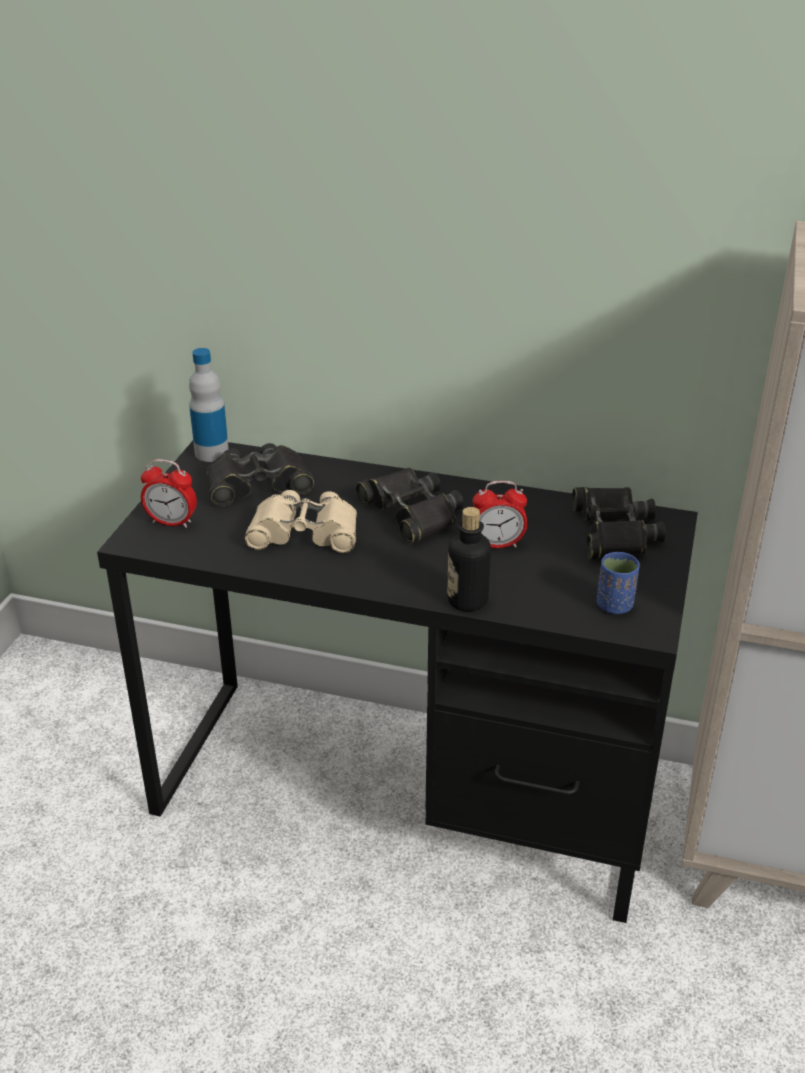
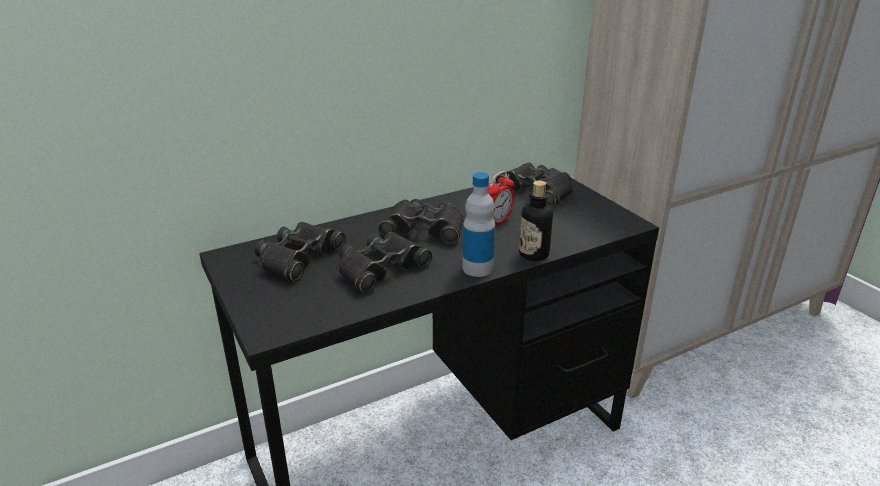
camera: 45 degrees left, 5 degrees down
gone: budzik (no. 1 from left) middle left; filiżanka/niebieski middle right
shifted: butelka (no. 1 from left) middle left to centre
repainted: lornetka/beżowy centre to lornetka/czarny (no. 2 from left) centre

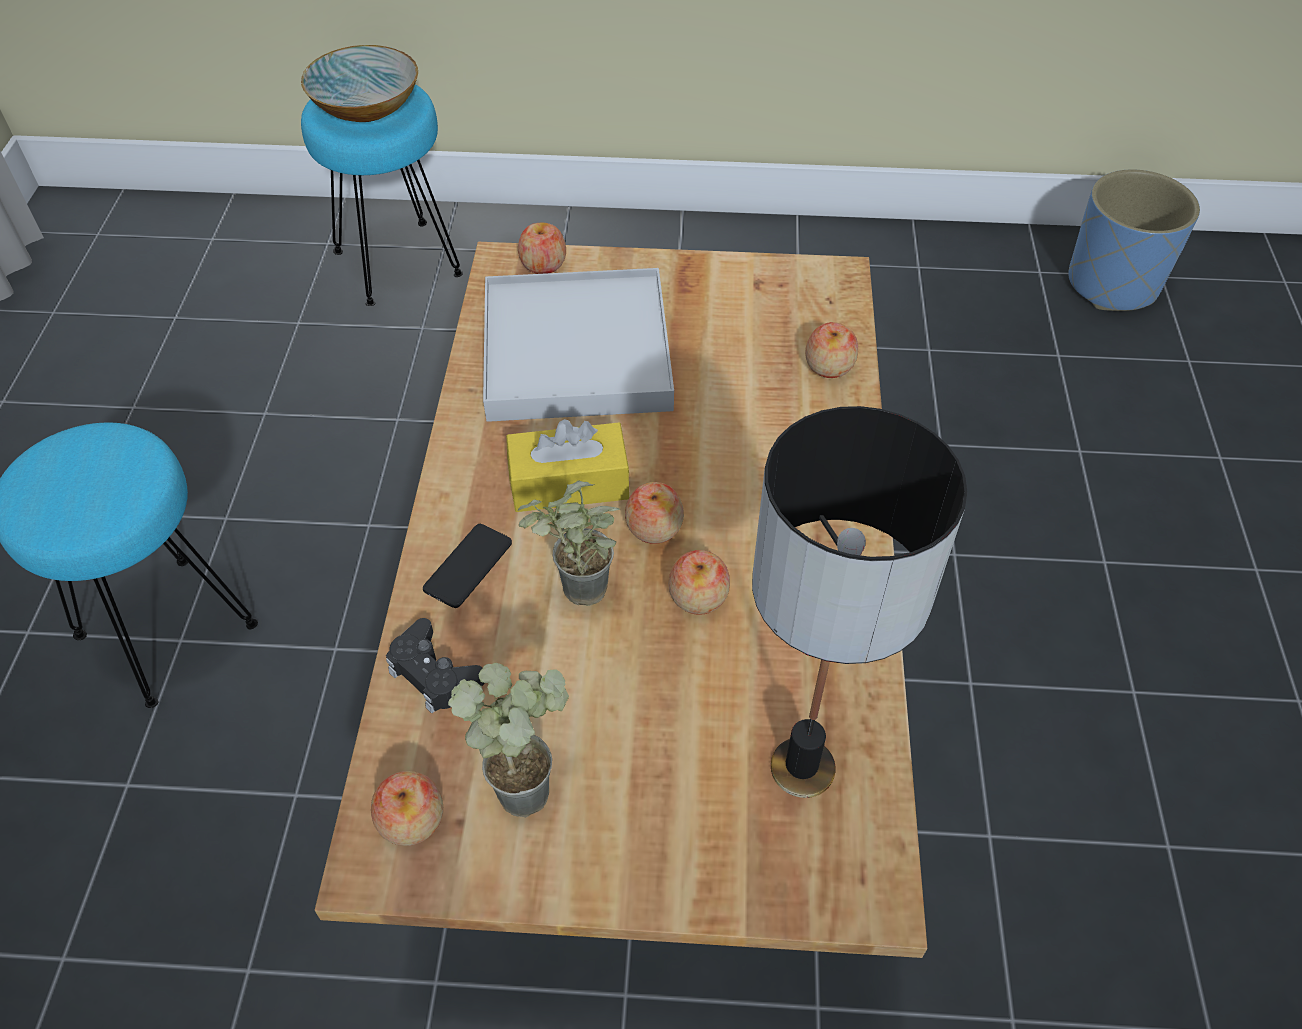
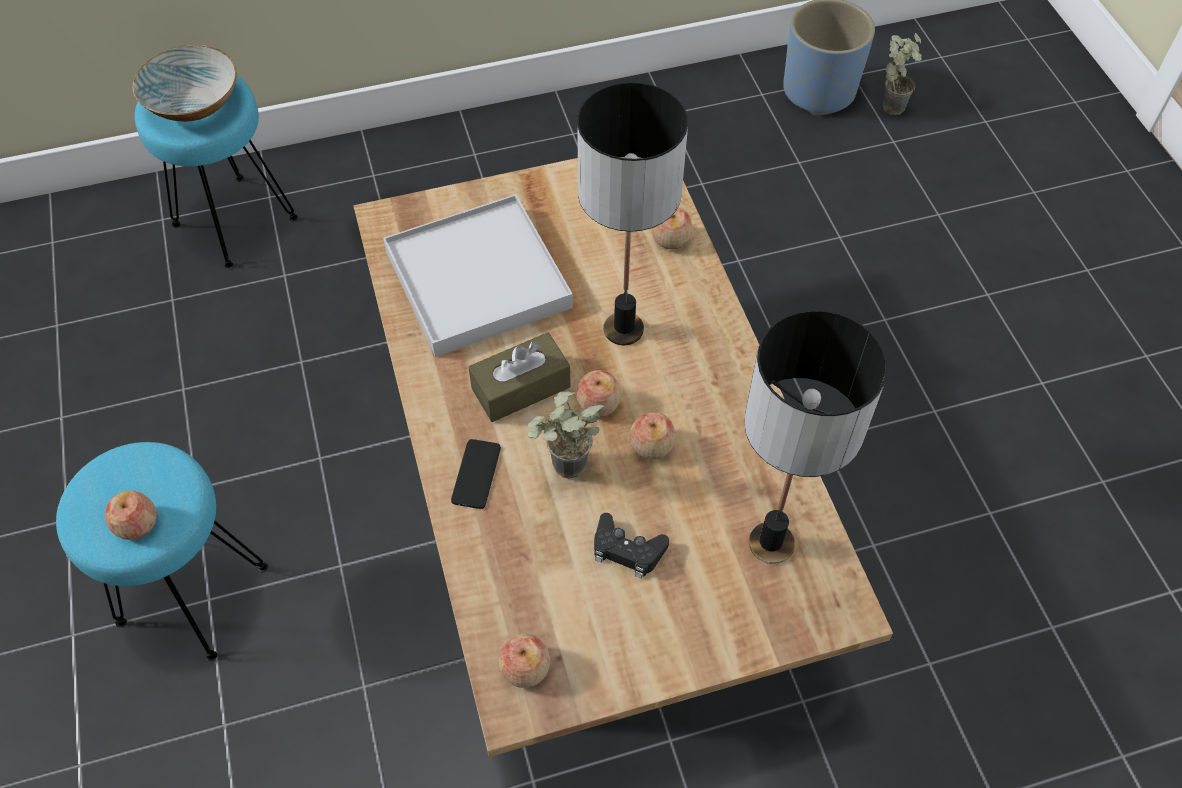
camera: 20 degrees left, 5 degrees up
new: lampa stołowa (no. 1 from left) top centre
shifted: pad do gier/czarny centre to bottom centre; roślina doniczkowa (no. 1 from left in the first image) bottom centre to roślina doniczkowa (no. 2 from left) top right; jabłko (no. 2 from left in the first image) top centre to jabłko (no. 1 from left) middle left
repainted: pudełko chusteczek/żółty centre to pudełko chusteczek/brązowy centre

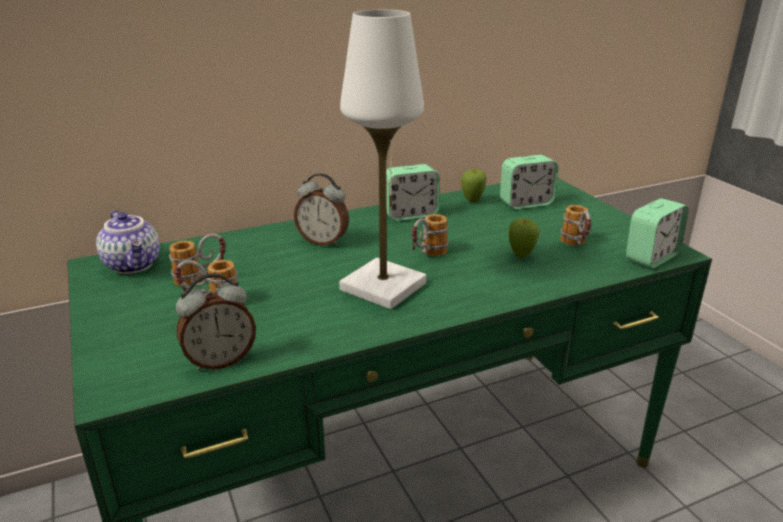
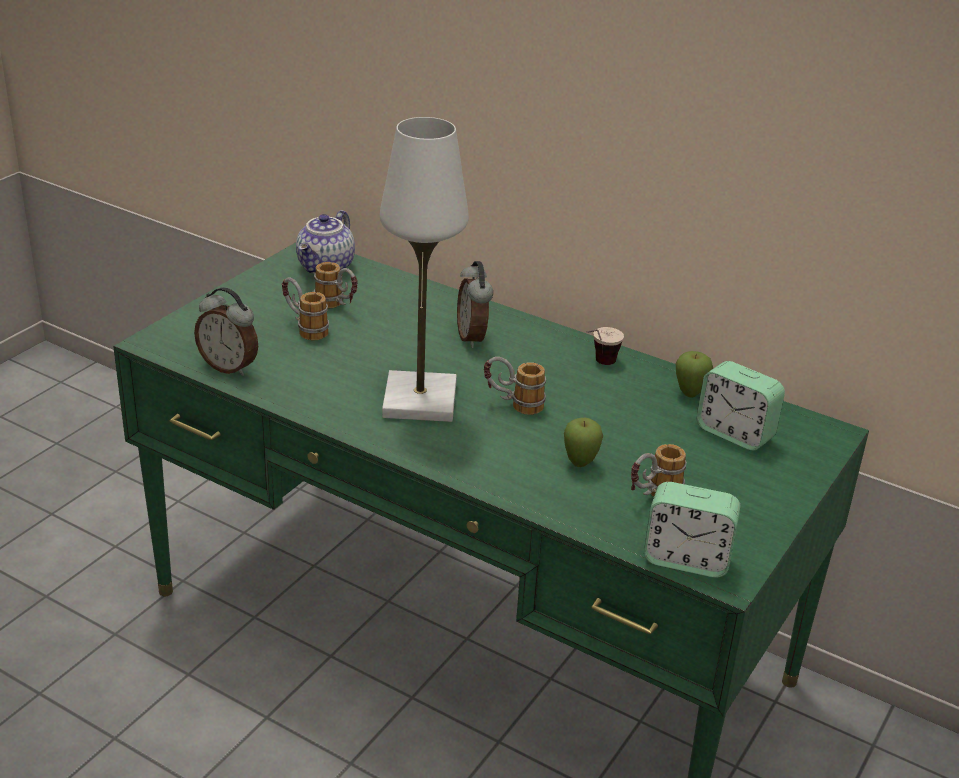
camera: 55 degrees right, 5 degrees up
swapped: budzik (no. 3 from left) centre to filiżanka centre

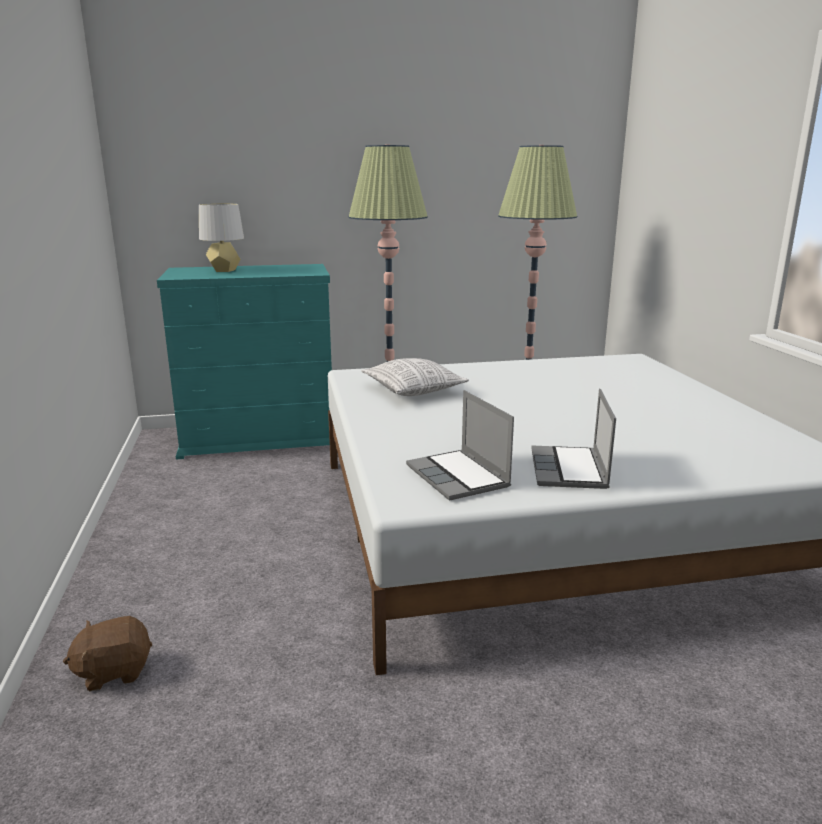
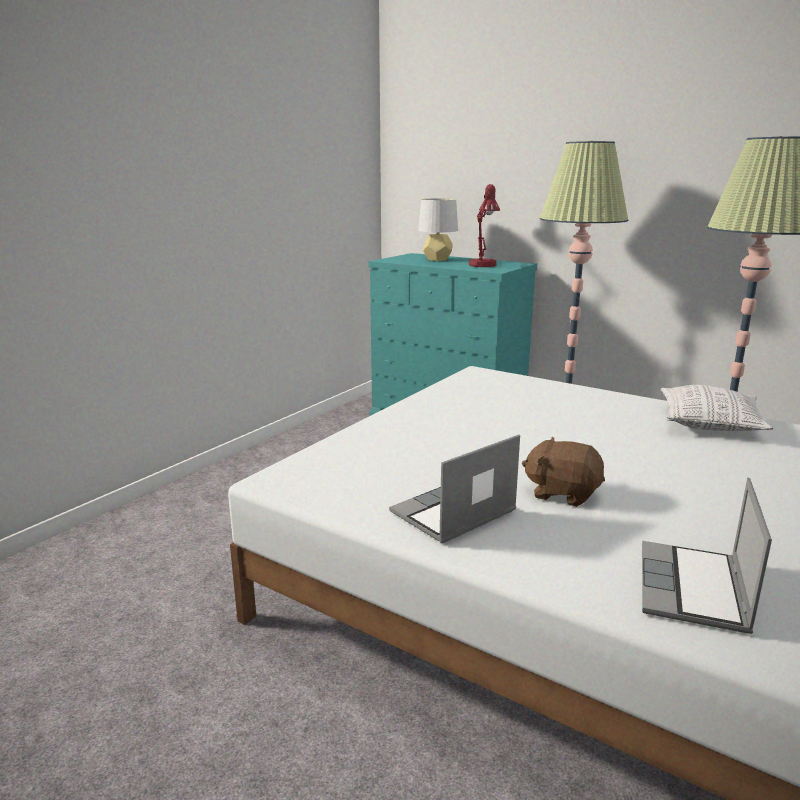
camera: 45 degrees right, 0 degrees up
new: lampa stołowa/czerwony top centre
shifted: pluszak/brązowy bottom left to middle right; poduszka centre to middle right; laptop (no. 1 from left in the first image) centre to laptop (no. 2 from left) bottom right

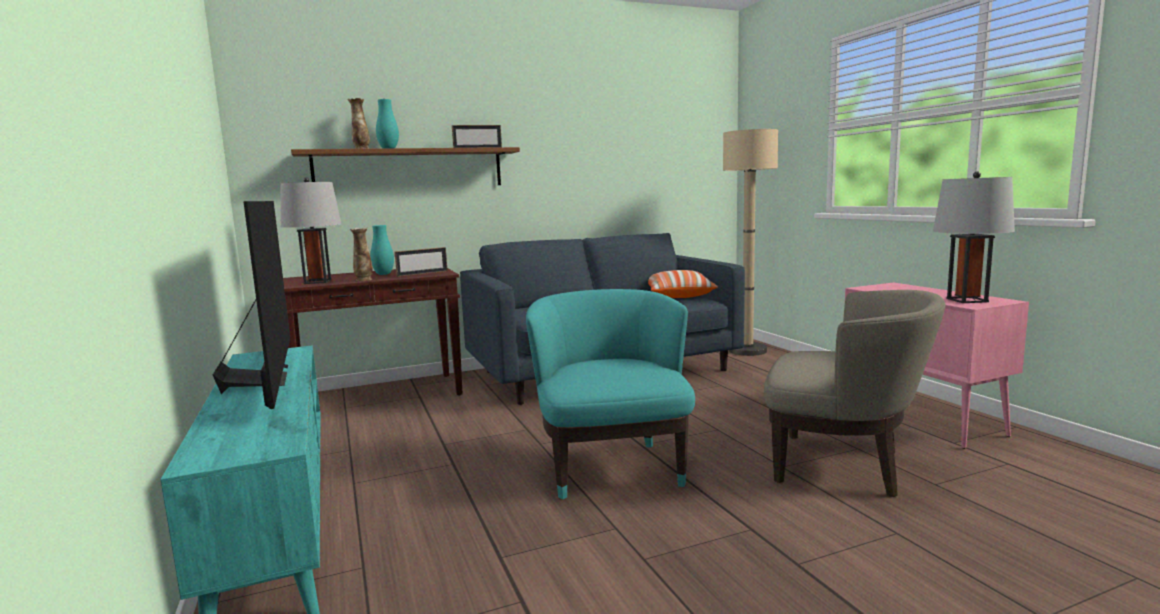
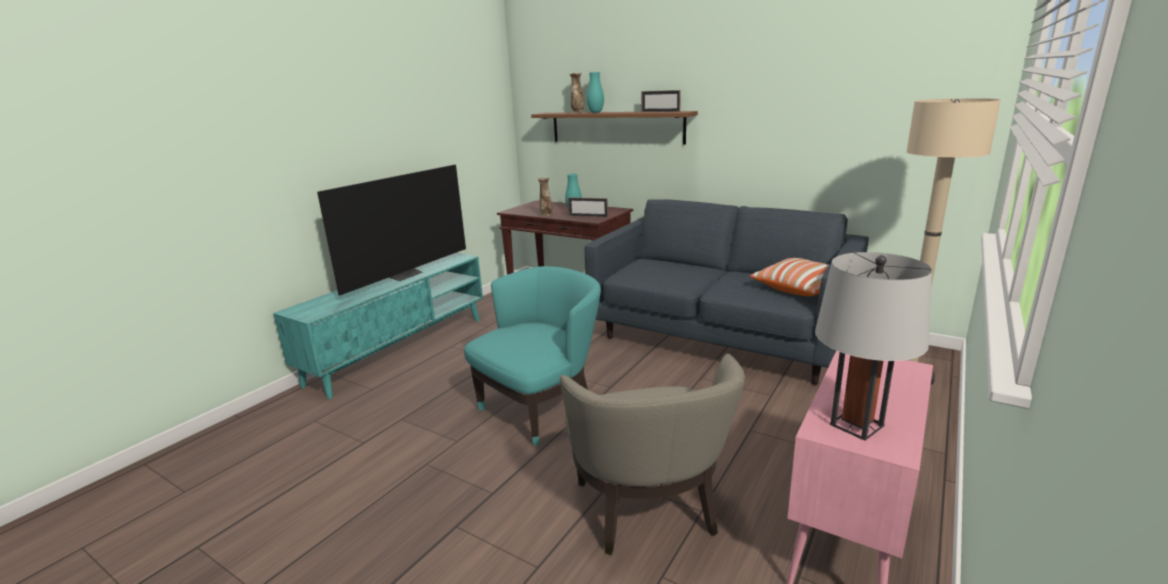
camera: 55 degrees right, 10 degrees up
gone: lampa stołowa/szary (no. 1 from left) middle left

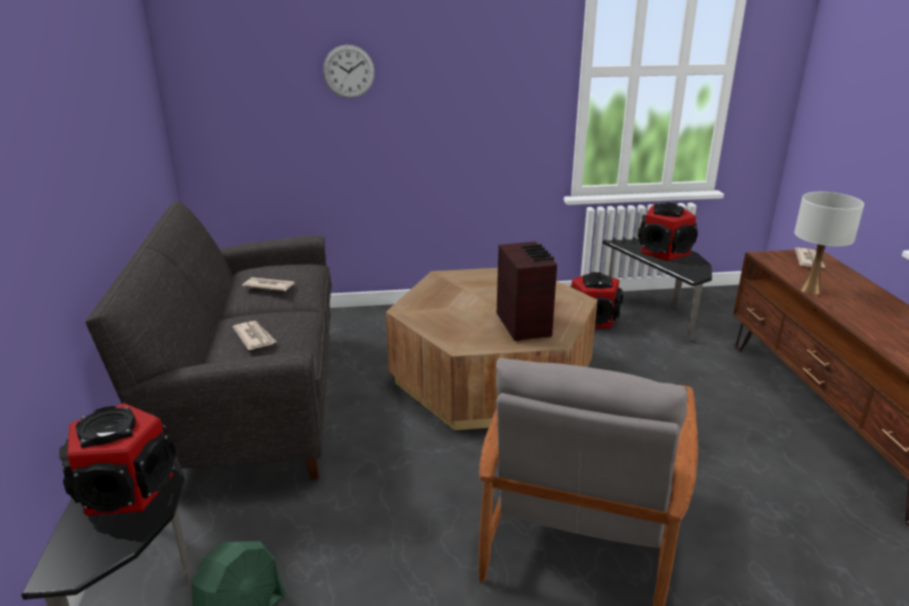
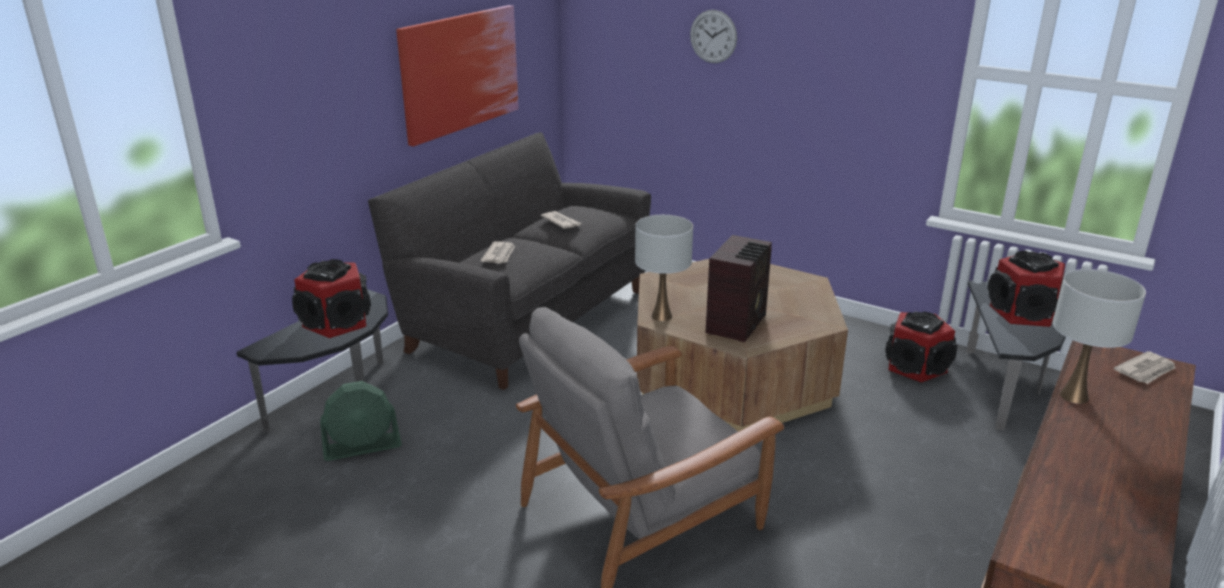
camera: 40 degrees right, 0 degrees up
new: obraz top centre; lampa stołowa/biały (no. 1 from left) centre

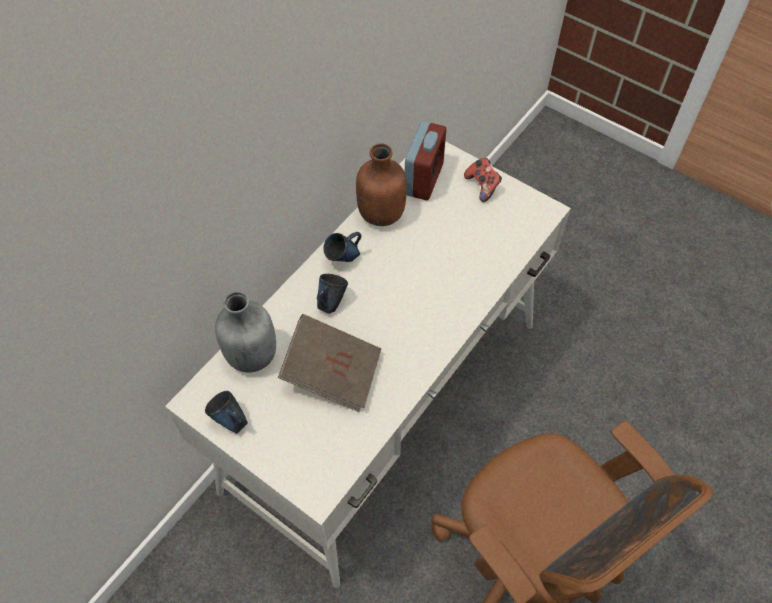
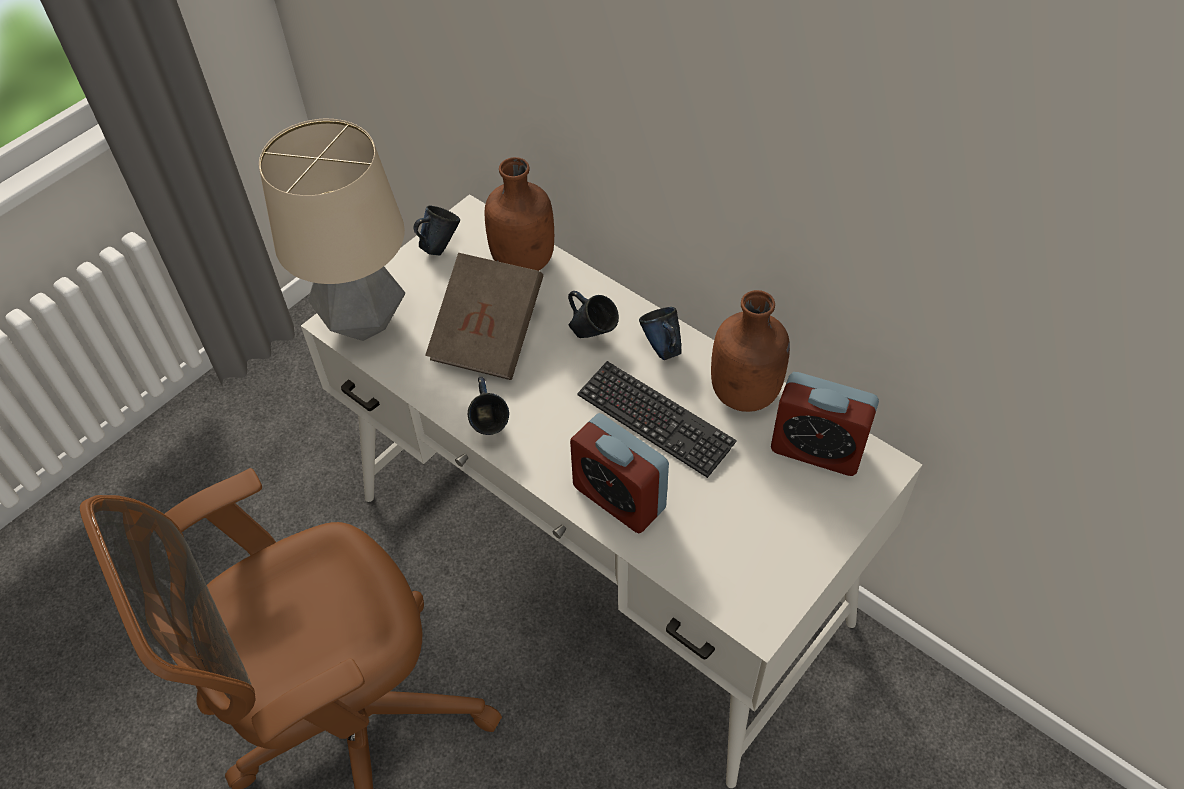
camera: 95 degrees right, 5 degrees down
gone: pad do gier top centre
new: lampa stołowa top left; kubek/niebieski (no. 2 from left) centre; budzik (no. 1 from left) centre; klawiatura centre
repainted: butelka/szary middle left to butelka/brązowy (no. 1 from left) top centre

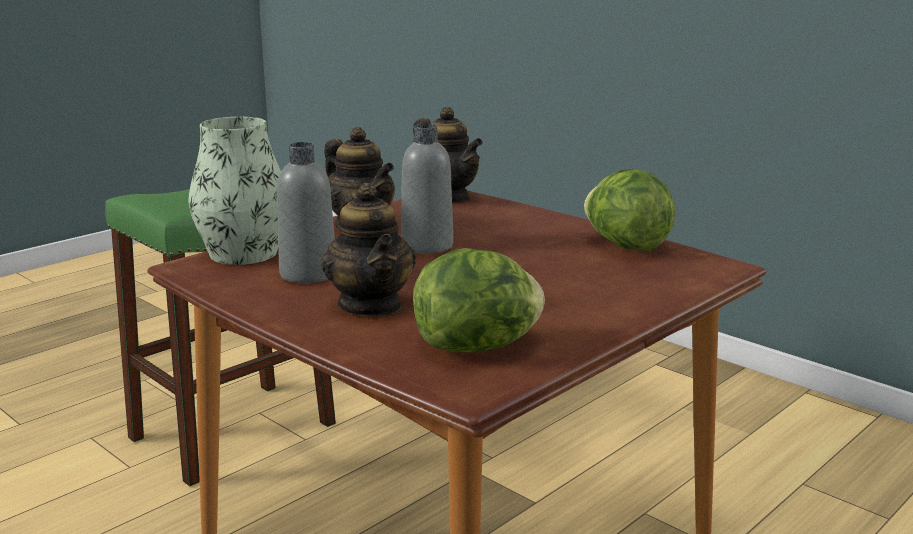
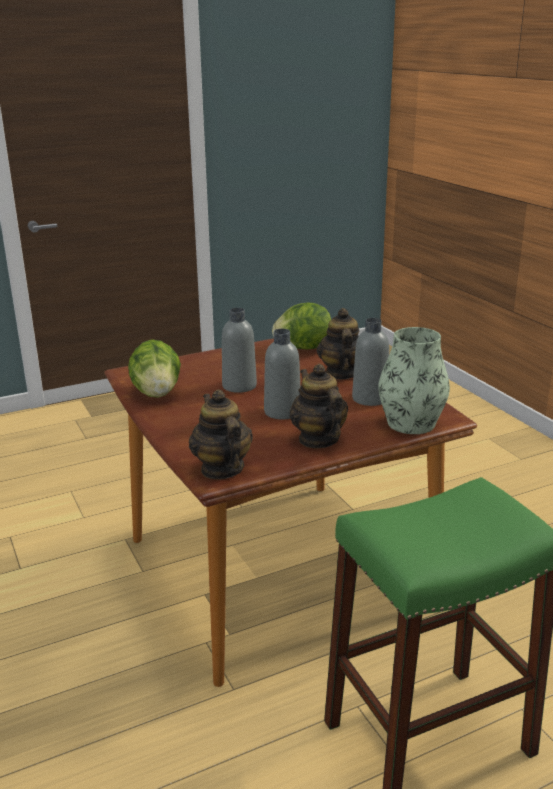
camera: 160 degrees left, 5 degrees up
new: butelka/szary (no. 1 from left) centre

